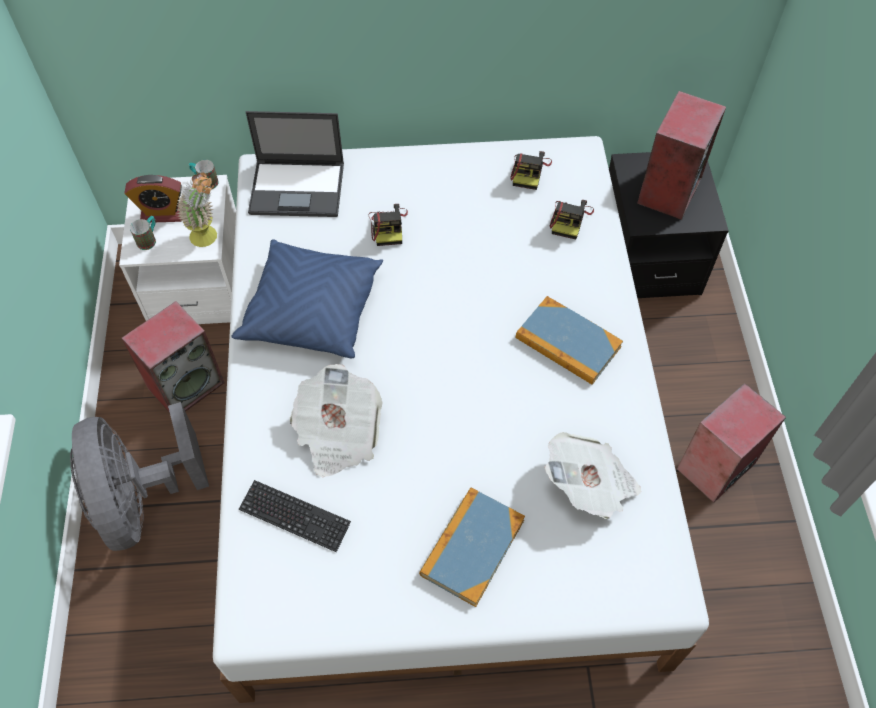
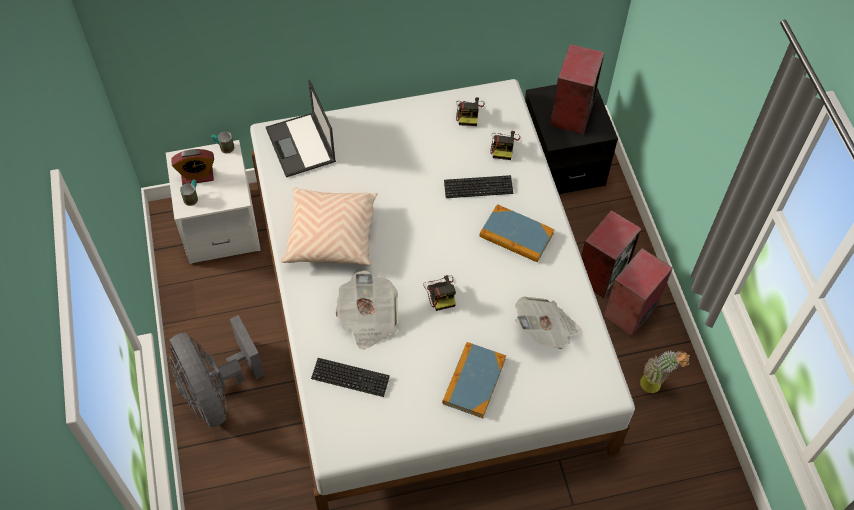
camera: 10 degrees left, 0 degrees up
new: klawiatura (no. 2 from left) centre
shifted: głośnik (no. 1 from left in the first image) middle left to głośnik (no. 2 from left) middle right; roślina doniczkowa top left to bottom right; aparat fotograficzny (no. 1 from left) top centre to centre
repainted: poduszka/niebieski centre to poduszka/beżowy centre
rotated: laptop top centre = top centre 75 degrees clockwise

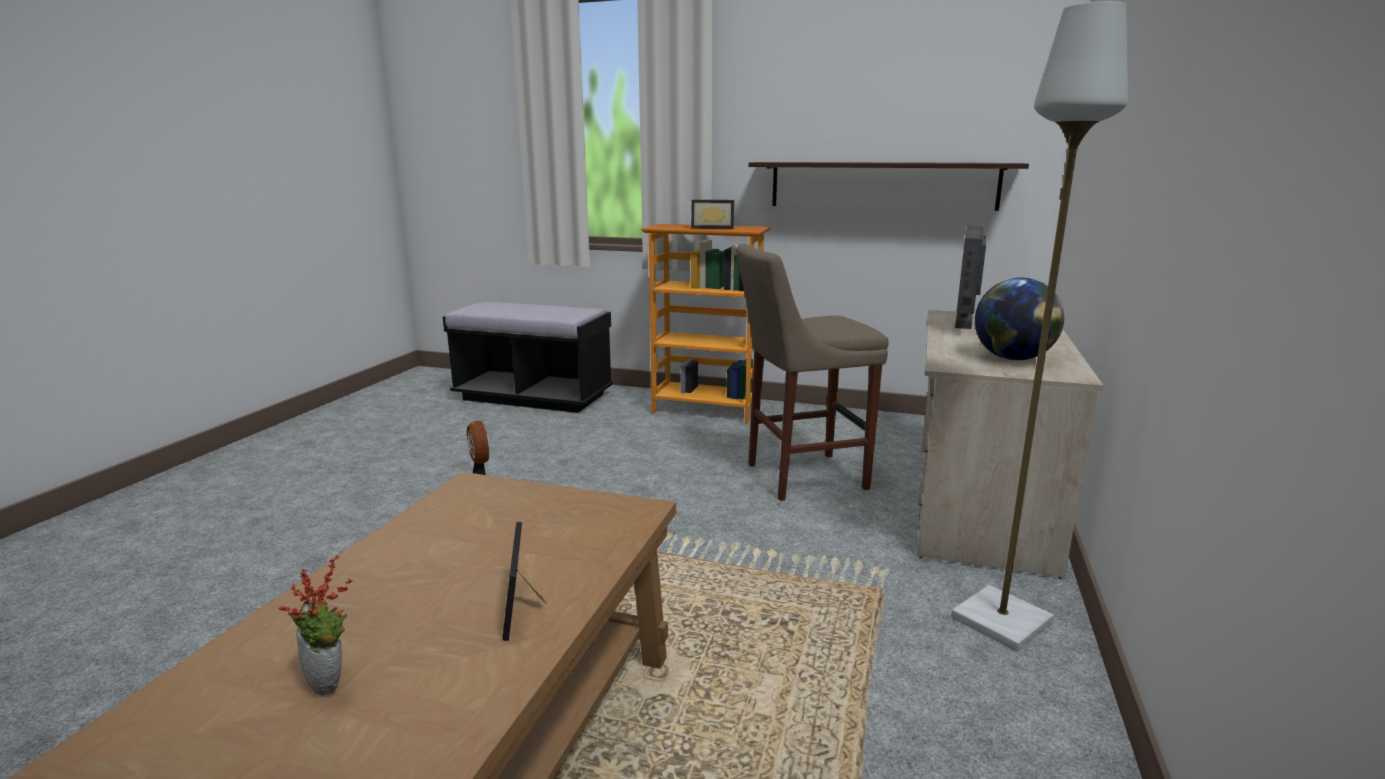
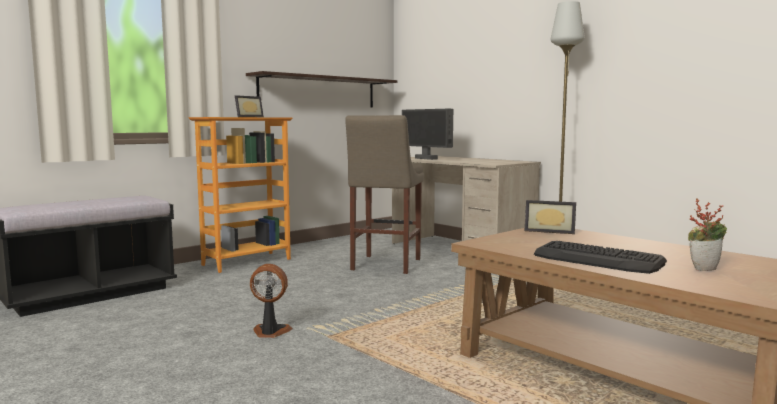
camera: 60 degrees left, 10 degrees down
gone: globus middle right
new: klawiatura middle right
shifted: ramka na zdjęcie (no. 1 from left in the first image) bottom centre to ramka na zdjęcie (no. 2 from left) middle right

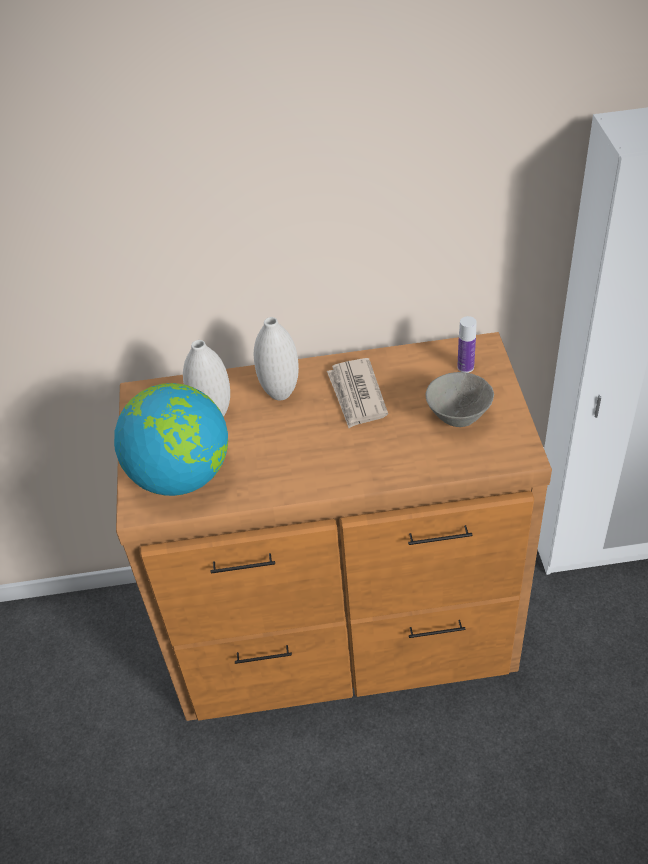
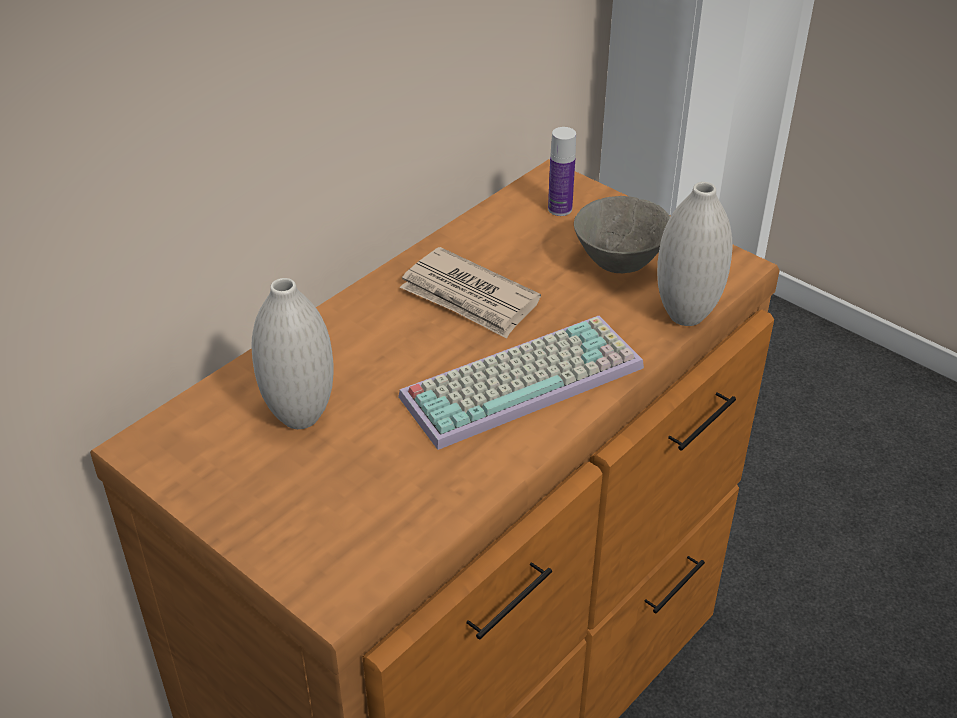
camera: 45 degrees left, 5 degrees down
gone: globus middle left
new: klawiatura centre
shifted: wazon/biały (no. 2 from left) centre to middle right

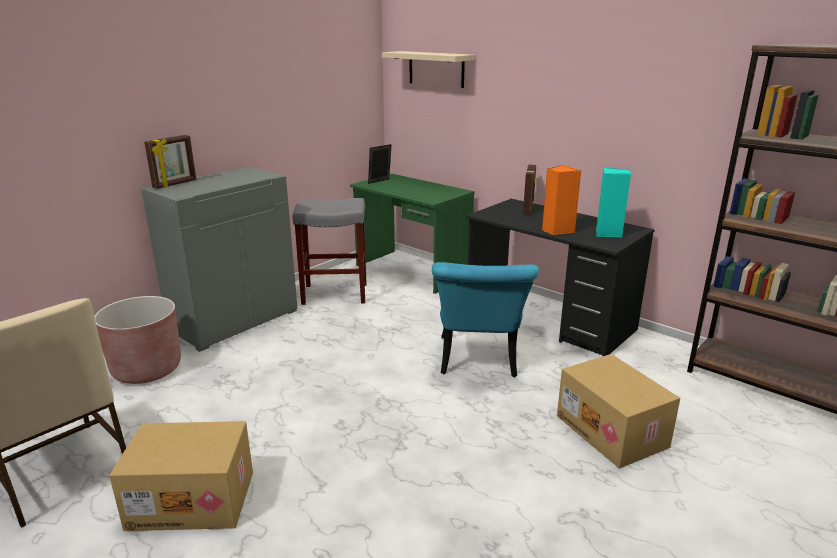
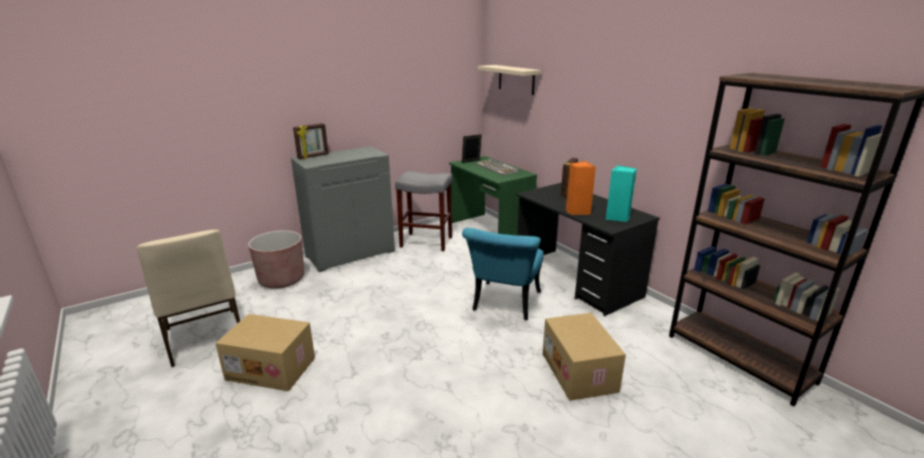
camera: 15 degrees right, 0 degrees up
new: klawiatura centre

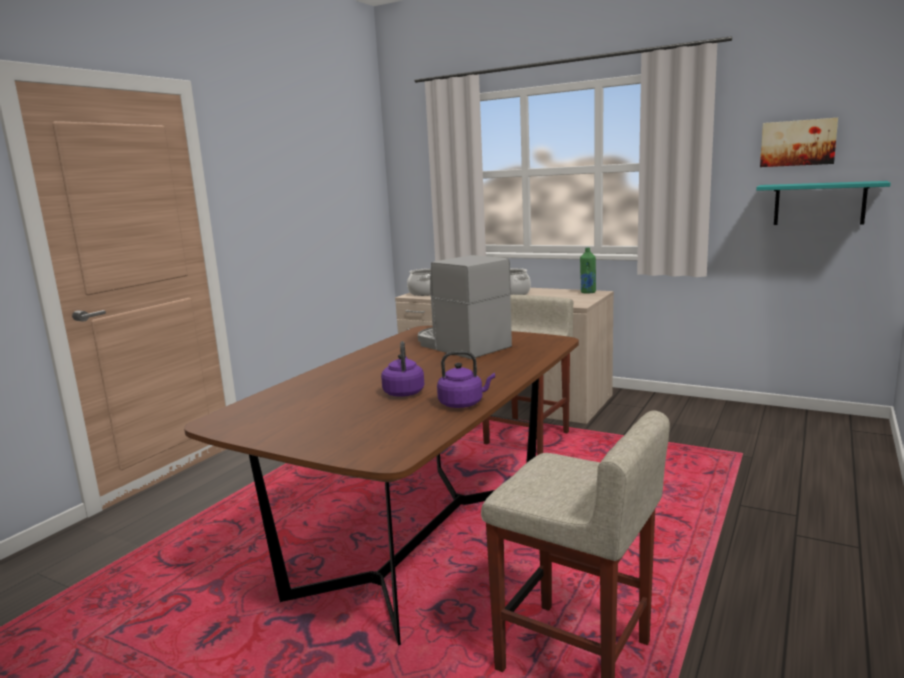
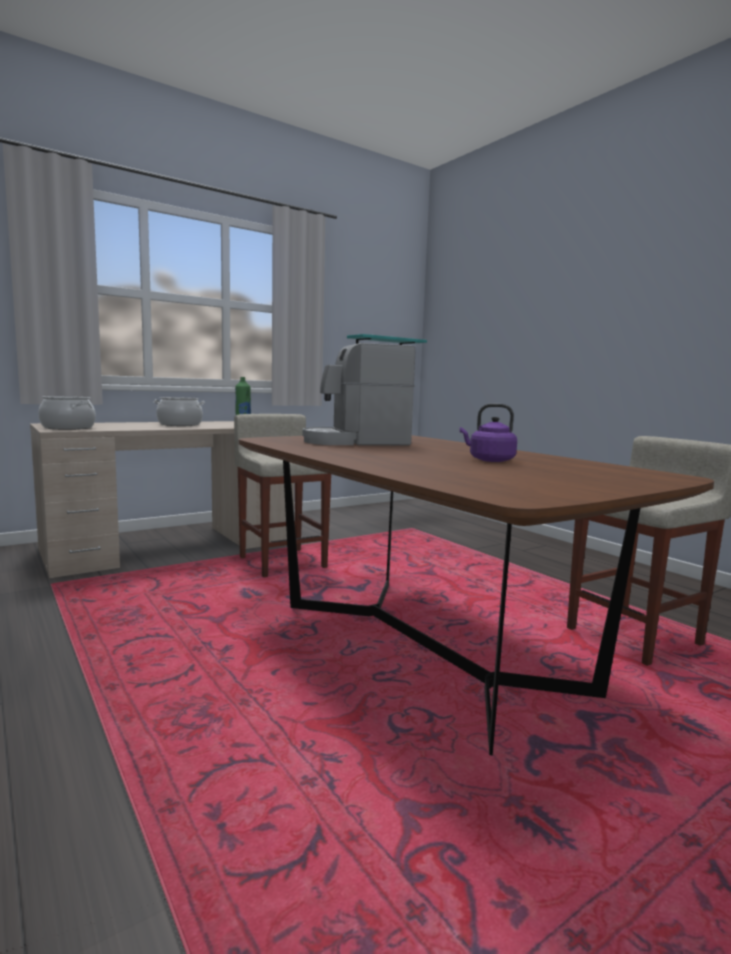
camera: 65 degrees left, 5 degrees down
gone: czajnik/fioletowy (no. 2 from left) centre; obraz top right

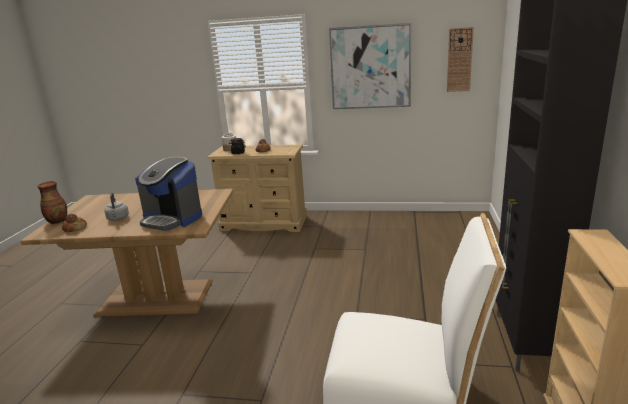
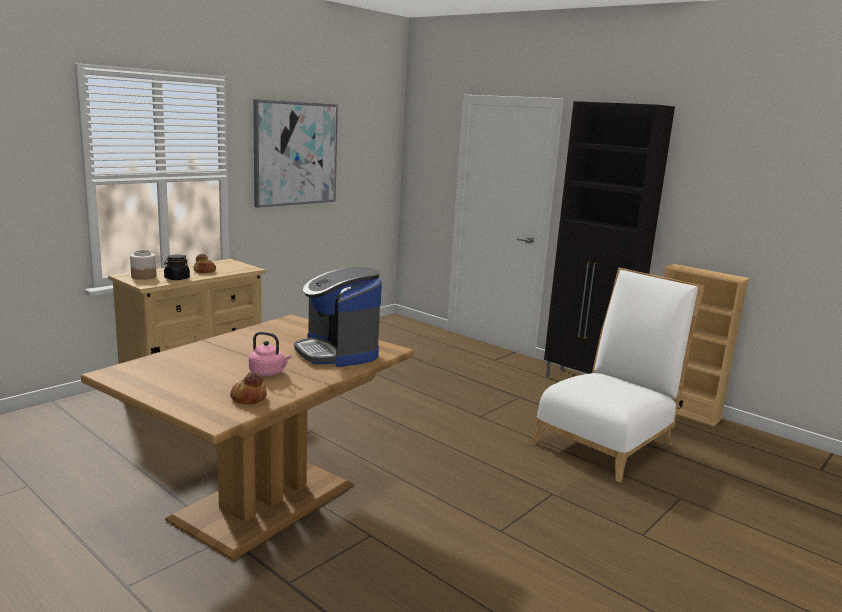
camera: 60 degrees left, 5 degrees down
gone: wazon middle left; zegar ścienny top right
repainted: czajnik/szary middle left to czajnik/różowy middle left
rotated: ekspres do kawy middle left = centre 90 degrees clockwise

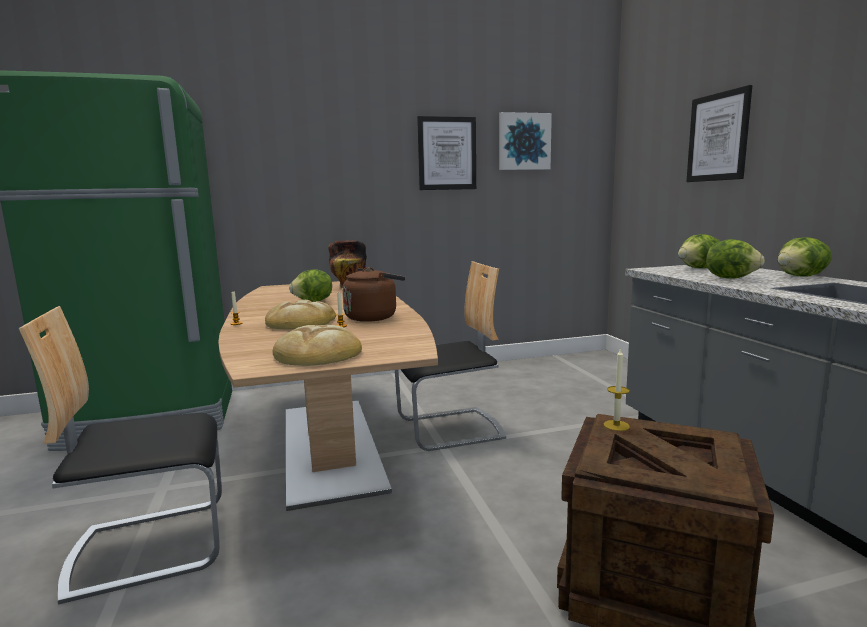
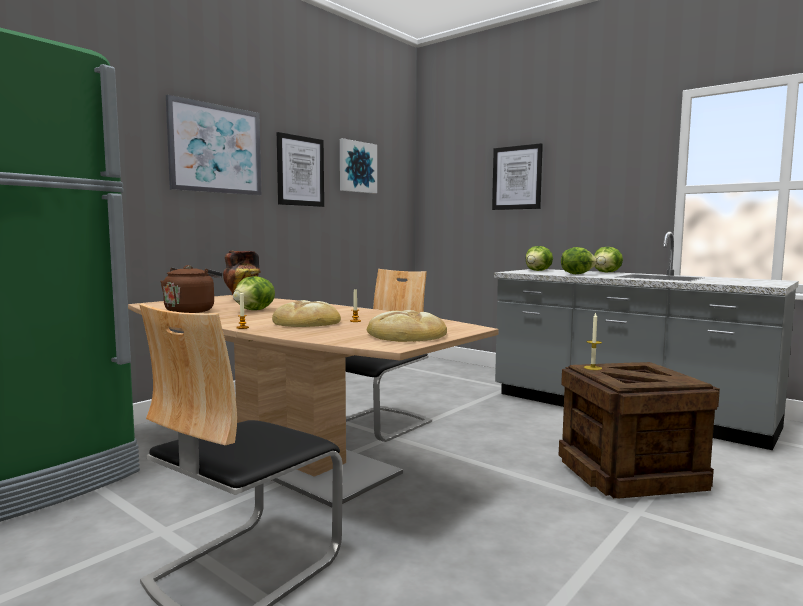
camera: 35 degrees left, 5 degrees down
new: obraz (no. 1 from left) top left
shifted: czajnik/brązowy centre to middle left

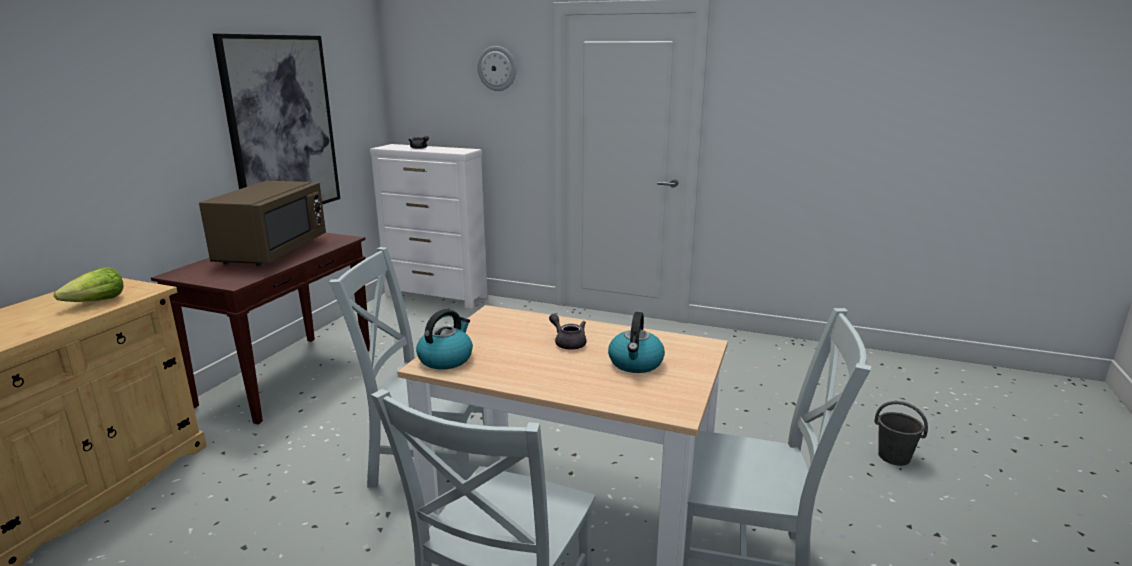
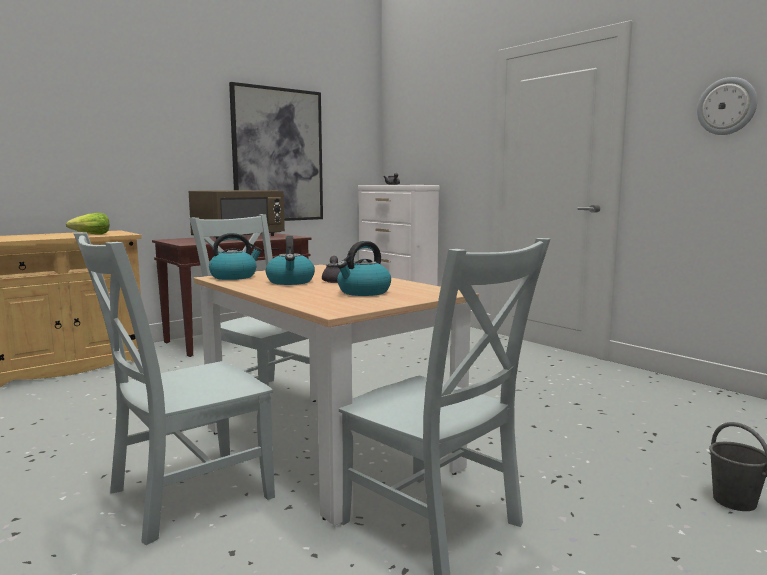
camera: 30 degrees right, 10 degrees down
new: czajnik (no. 2 from left) centre
shifted: zegar ścienny top centre to top right

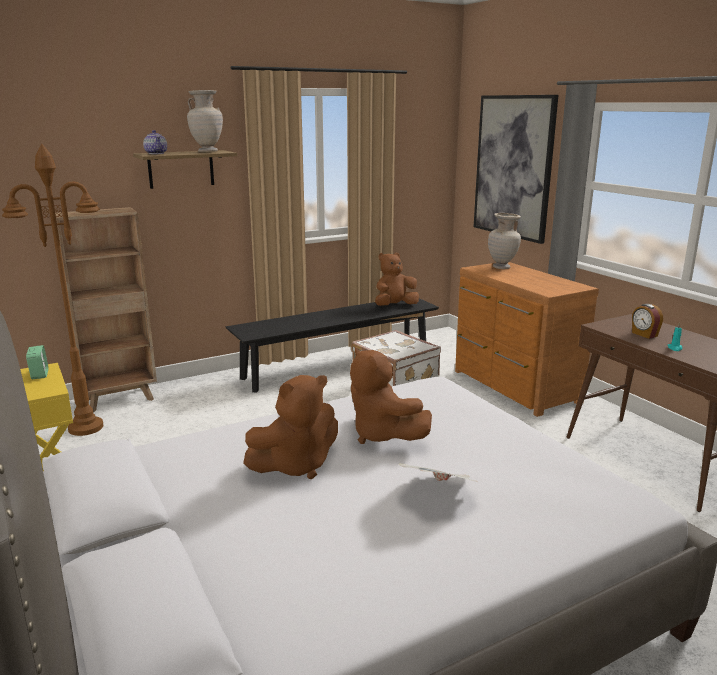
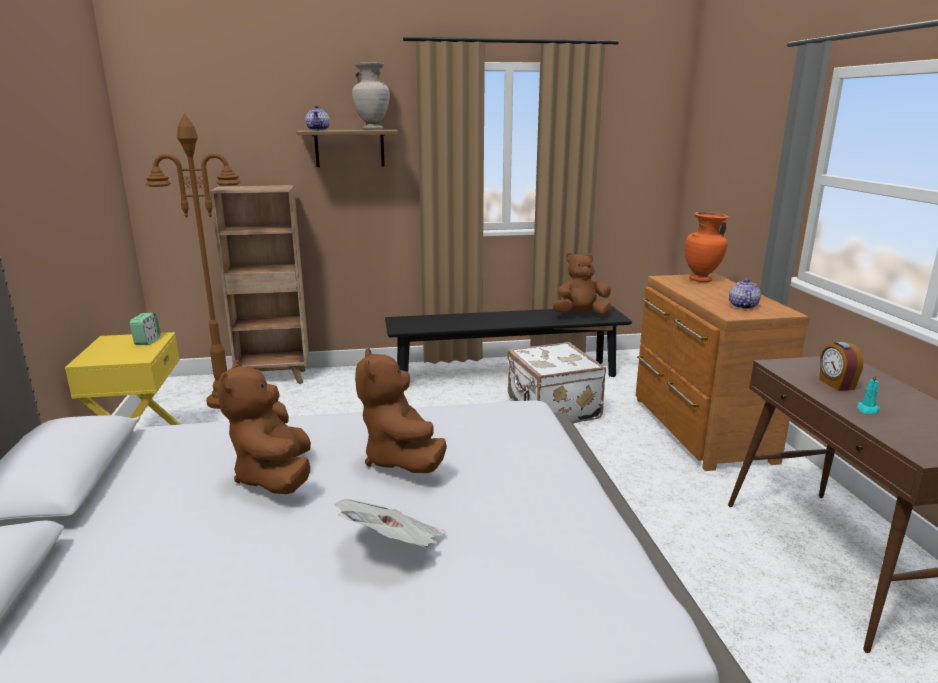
camera: 20 degrees right, 0 degrees up
gone: obraz top right
new: imbryk (no. 2 from left) middle right
repainted: wazon/beżowy (no. 2 from left) middle right to wazon/pomarańczowy middle right
rotated: pluszak/brązowy (no. 1 from left) centre = middle left 90 degrees clockwise

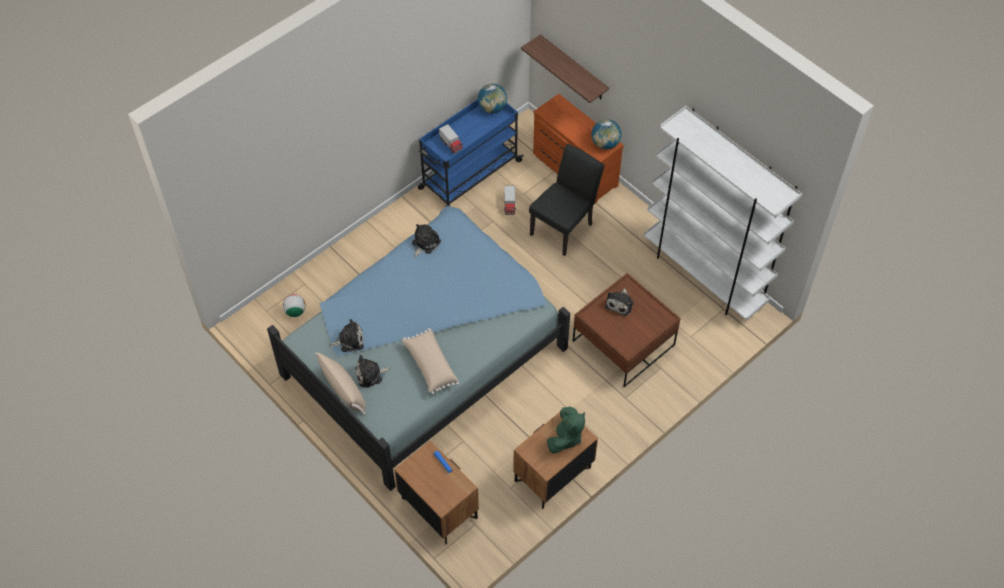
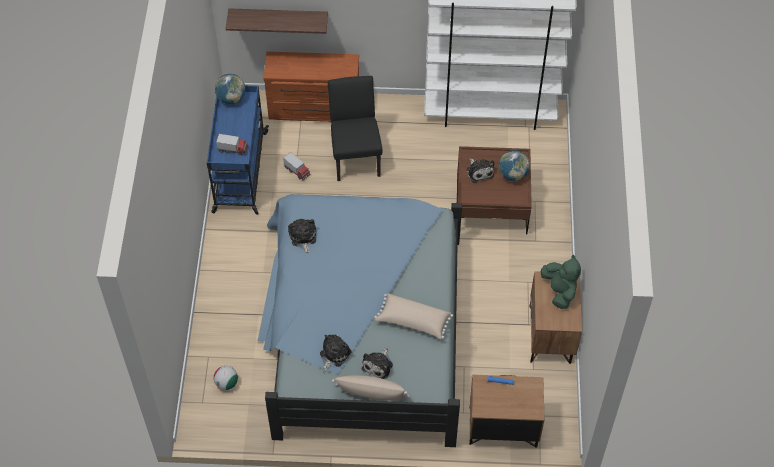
camera: 45 degrees left, 0 degrees up
shifted: globus (no. 2 from left) top centre to centre

